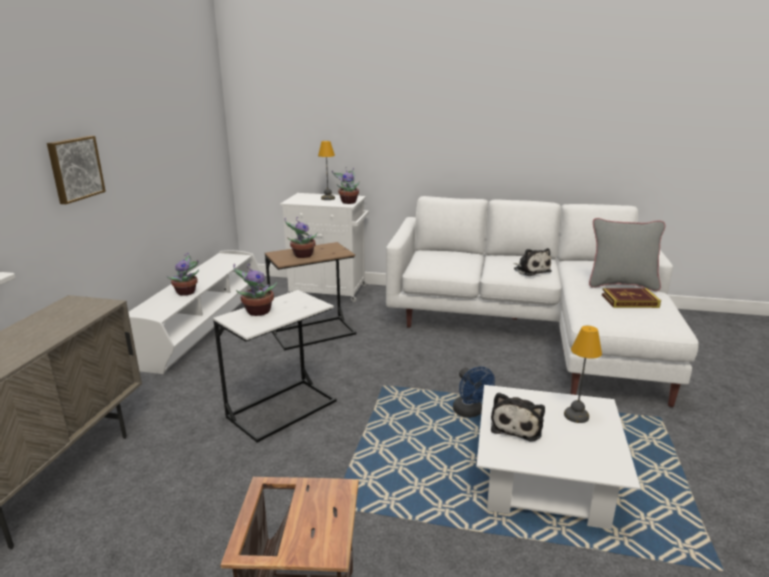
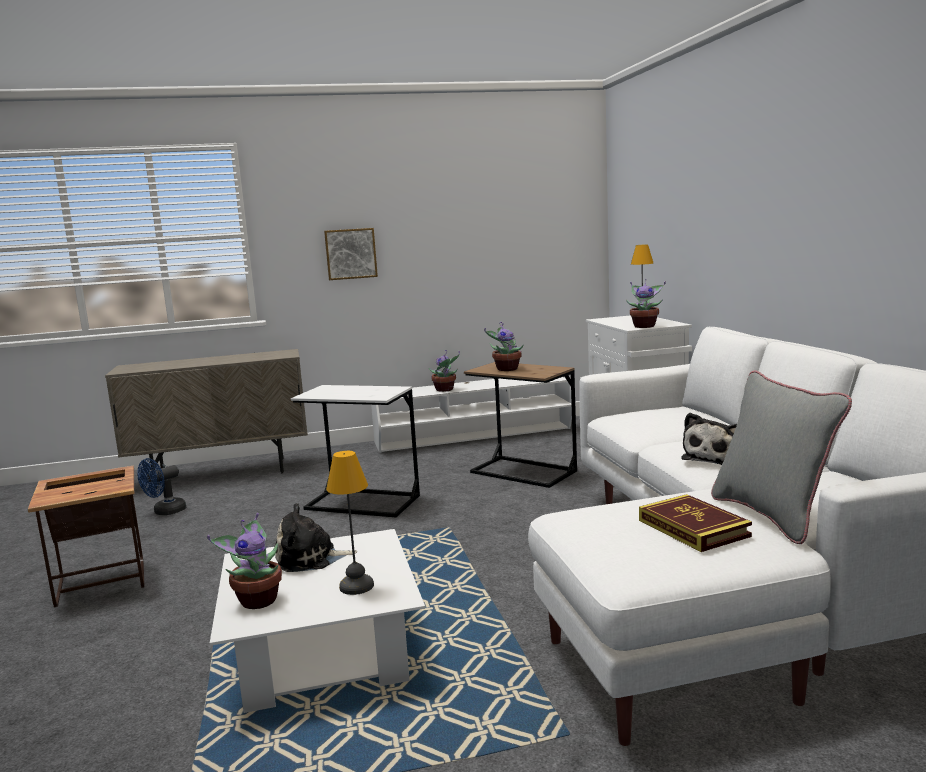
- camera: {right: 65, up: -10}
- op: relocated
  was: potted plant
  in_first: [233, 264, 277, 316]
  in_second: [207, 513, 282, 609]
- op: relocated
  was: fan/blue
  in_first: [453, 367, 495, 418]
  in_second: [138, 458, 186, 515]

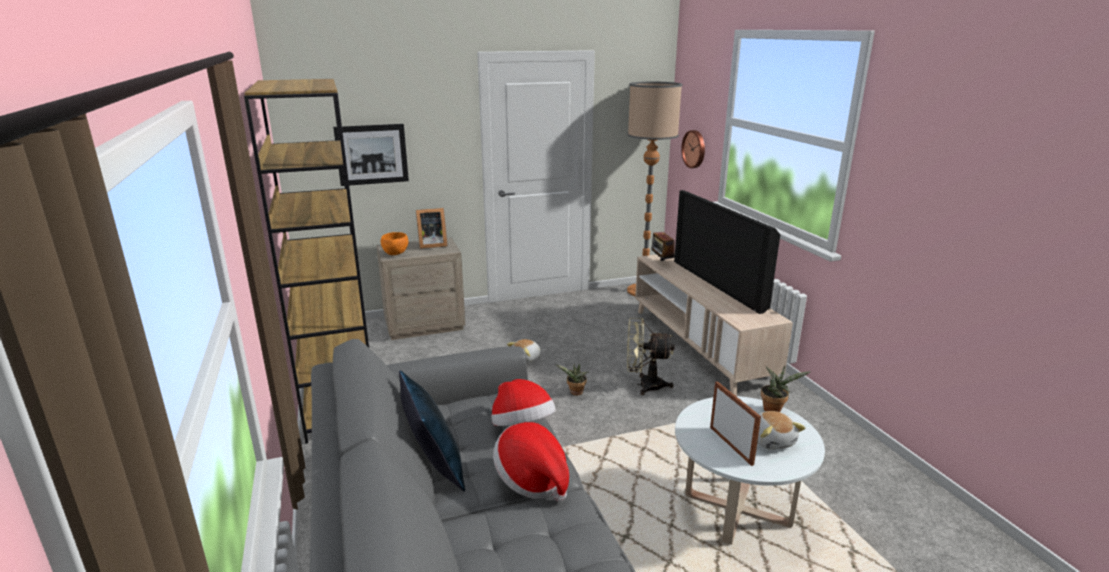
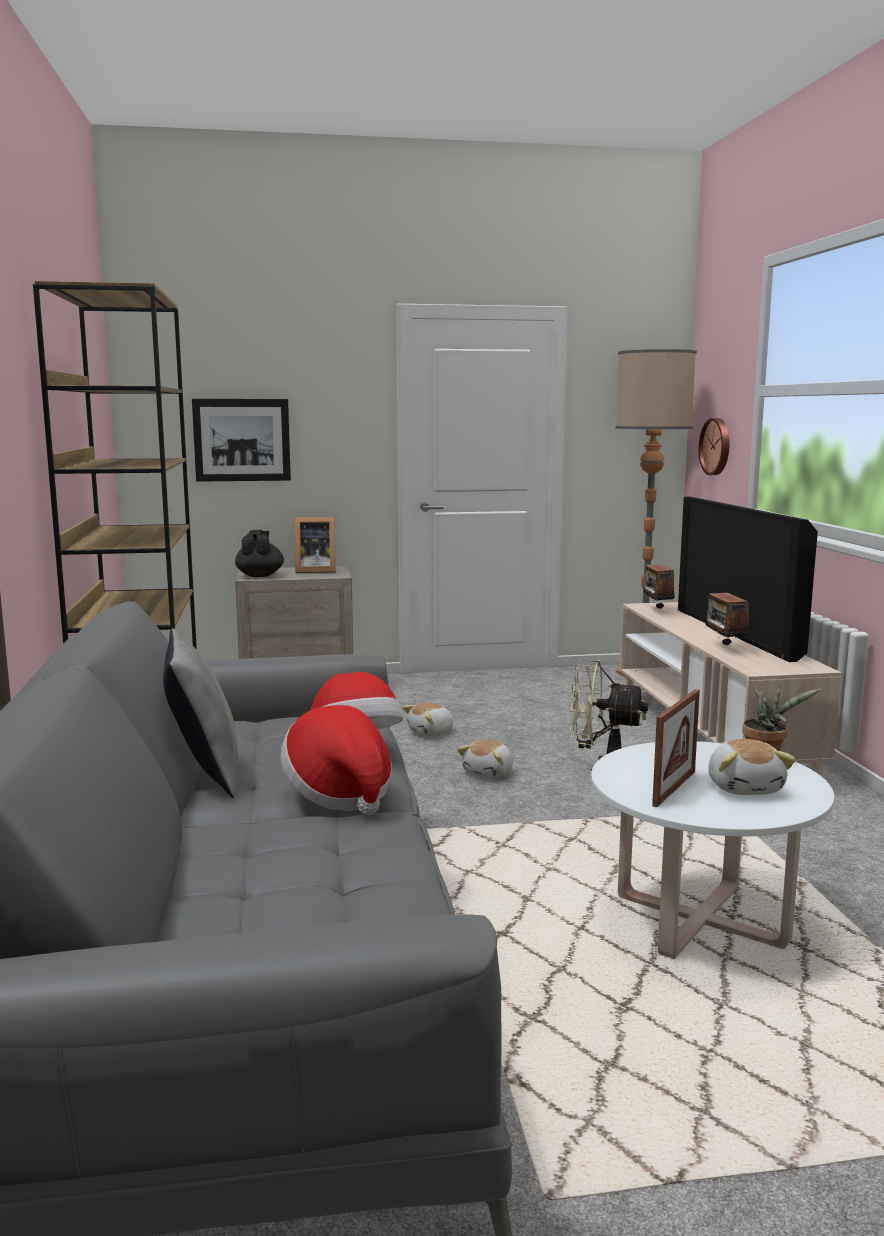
- camera: {right: 10, up: -10}
- op: exchanged
  was: bowl/orange
  now: teapot/black
  in_first: [381, 232, 408, 255]
  in_second: [235, 530, 284, 577]
- op: colour
  was: pillow/blue
  now: pillow/grey
  in_first: [399, 371, 465, 492]
  in_second: [163, 628, 238, 798]
- op: exchanged
  was: potted plant
  now: plush toy
  in_first: [555, 364, 588, 396]
  in_second: [457, 740, 513, 778]
- op: spun
  was: picture frame
  in_first: [710, 381, 761, 466]
  in_second: [652, 689, 700, 807]
  clockwise: 45
- op: appeared
  now: radio
  in_second: [706, 579, 749, 645]

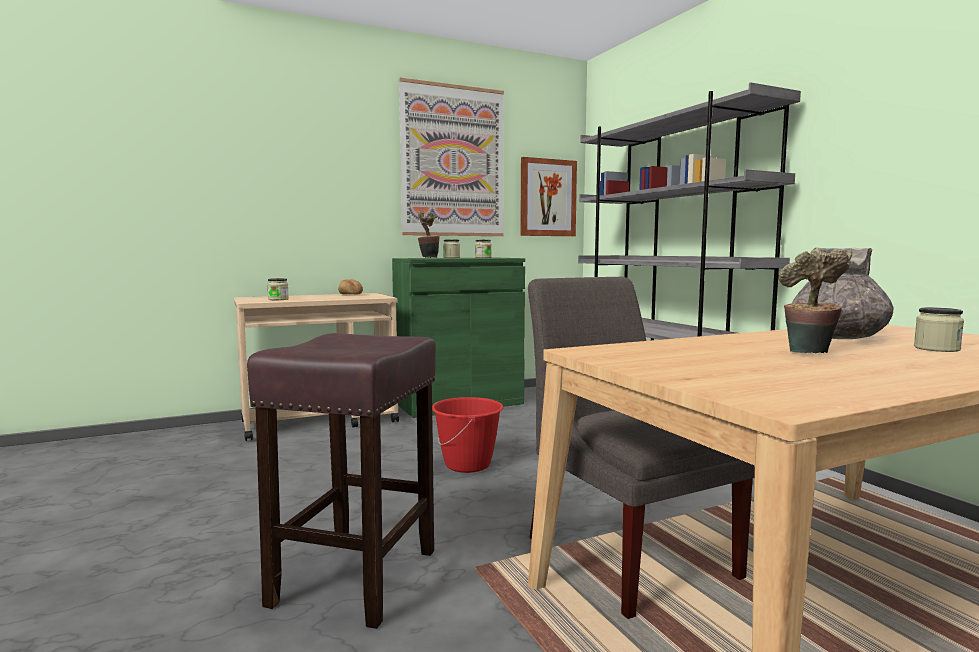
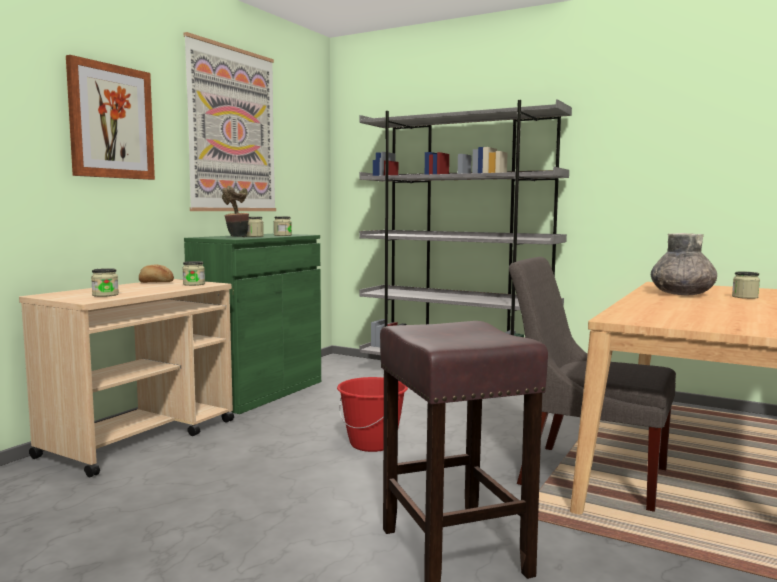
- camera: {right: -35, up: 0}
- op: relocated
  was: picture
  in_first: [520, 157, 577, 236]
  in_second: [66, 55, 155, 180]
- op: missing
  was: potted plant
  in_first: [778, 247, 852, 353]
- op: appeared
  now: jar
  in_second: [182, 261, 205, 286]

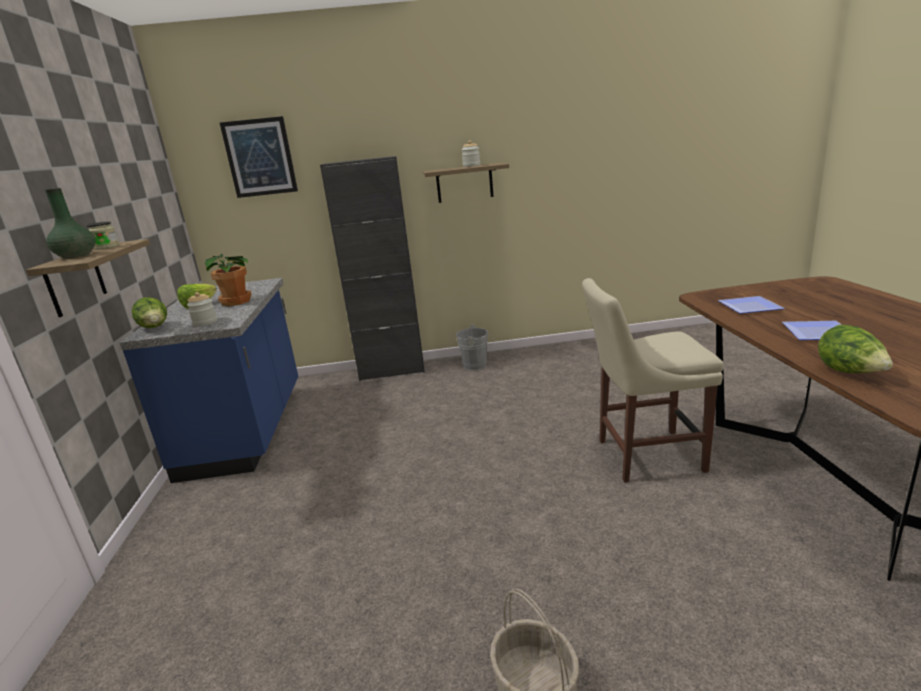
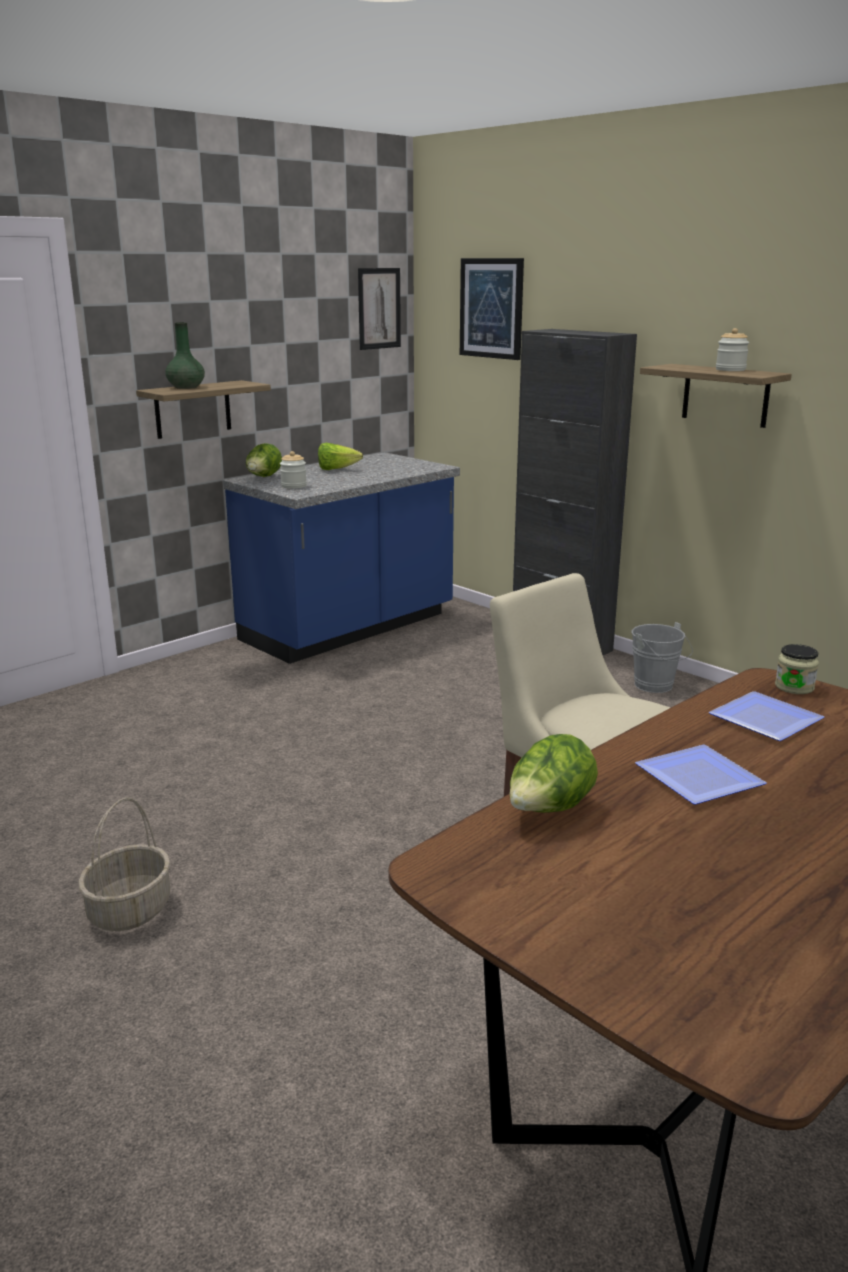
- camera: {right: 50, up: 0}
- op: relocated
  was: jar
  in_first: [86, 221, 119, 250]
  in_second: [775, 644, 819, 694]
- op: missing
  was: potted plant
  in_first: [205, 254, 252, 306]
- op: appeared
  now: picture
  in_second: [358, 268, 401, 350]

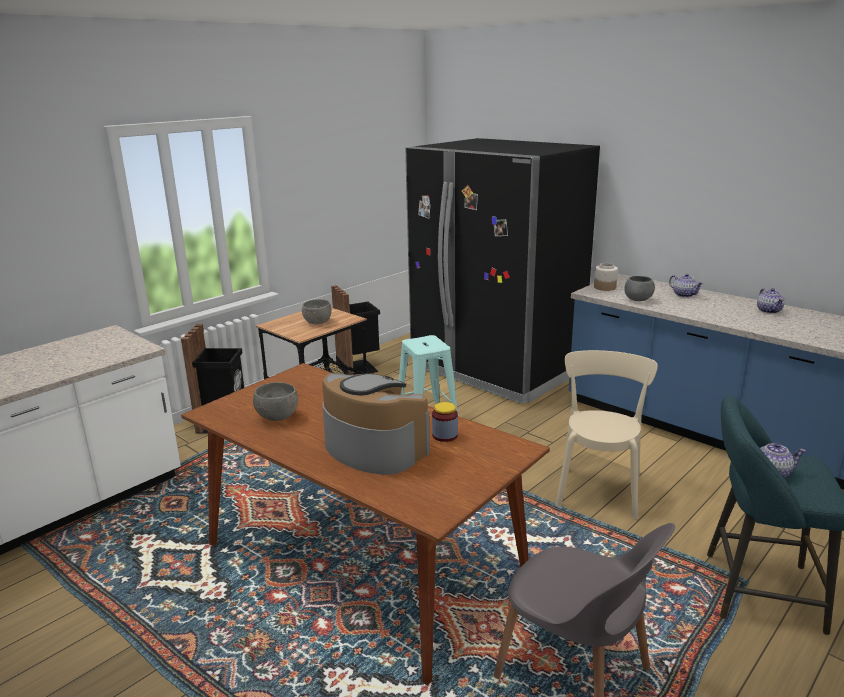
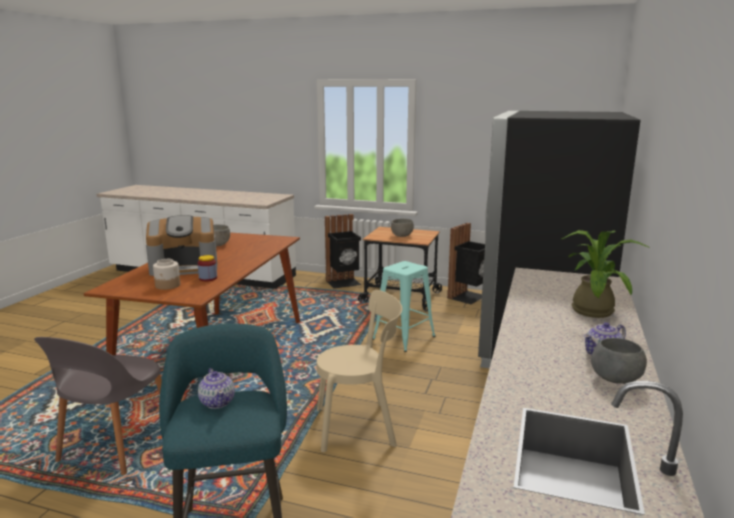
- camera: {right: 65, up: -5}
- op: spun
  was: coffee machine
  in_first: [322, 373, 430, 475]
  in_second: [146, 215, 217, 276]
  clockwise: 60
- op: relocated
  was: jar
  in_first: [594, 263, 618, 291]
  in_second: [153, 259, 180, 290]
- op: relocated
  was: bowl/grey
  in_first: [624, 276, 655, 301]
  in_second: [591, 338, 647, 384]
- op: exchanged
  was: teapot
  now: potted plant
  in_first: [669, 274, 703, 298]
  in_second: [562, 230, 650, 318]

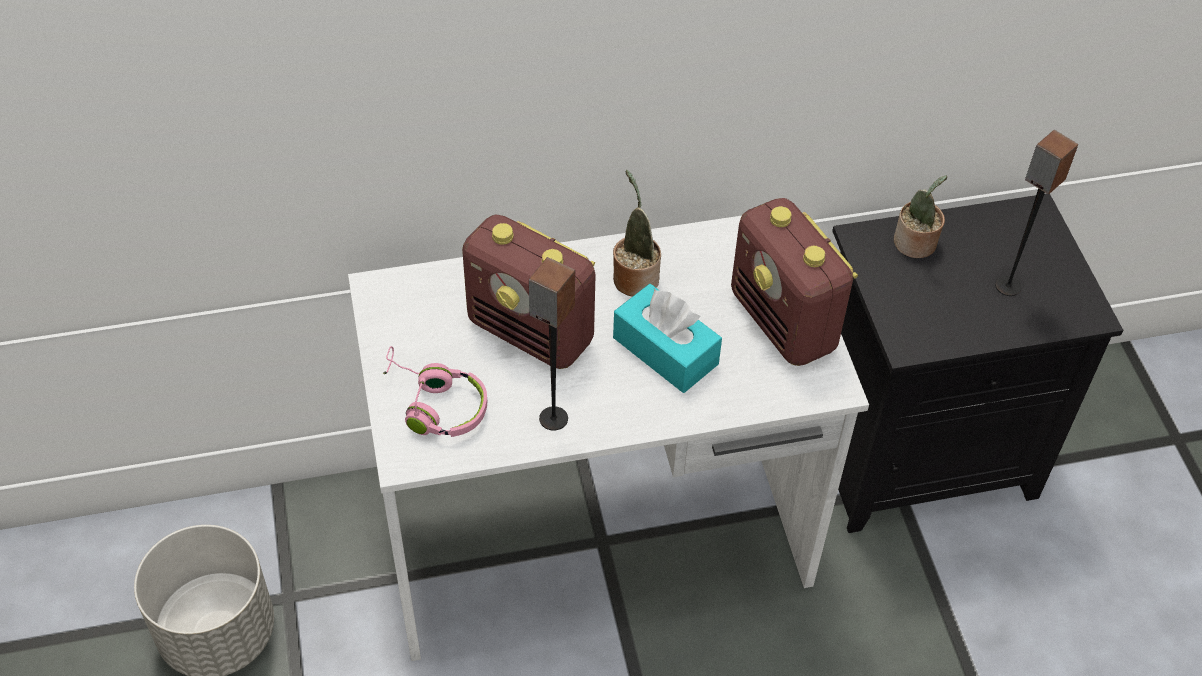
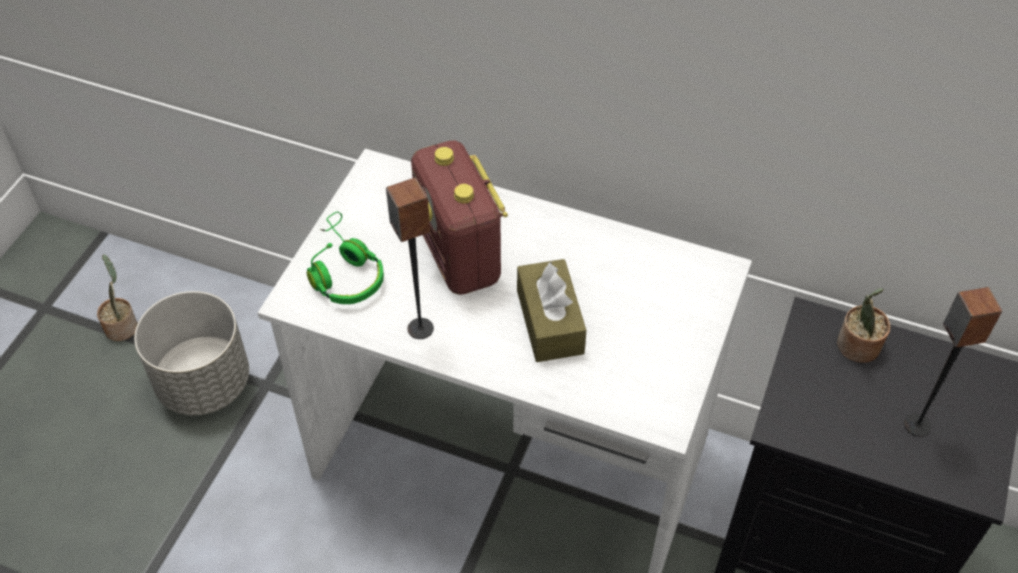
- camera: {right: 35, up: 0}
- op: colour
  was: headphones/pink
  now: headphones/green
  in_first: [383, 346, 487, 437]
  in_second: [307, 211, 384, 304]
- op: relocated
  was: potted plant
  in_first: [613, 170, 661, 297]
  in_second: [97, 254, 138, 341]
- op: colour
  was: tissue box/turquoise
  now: tissue box/brown
  in_first: [613, 284, 722, 393]
  in_second: [517, 259, 586, 362]
- op: missing
  was: radio
  in_first: [731, 198, 858, 366]

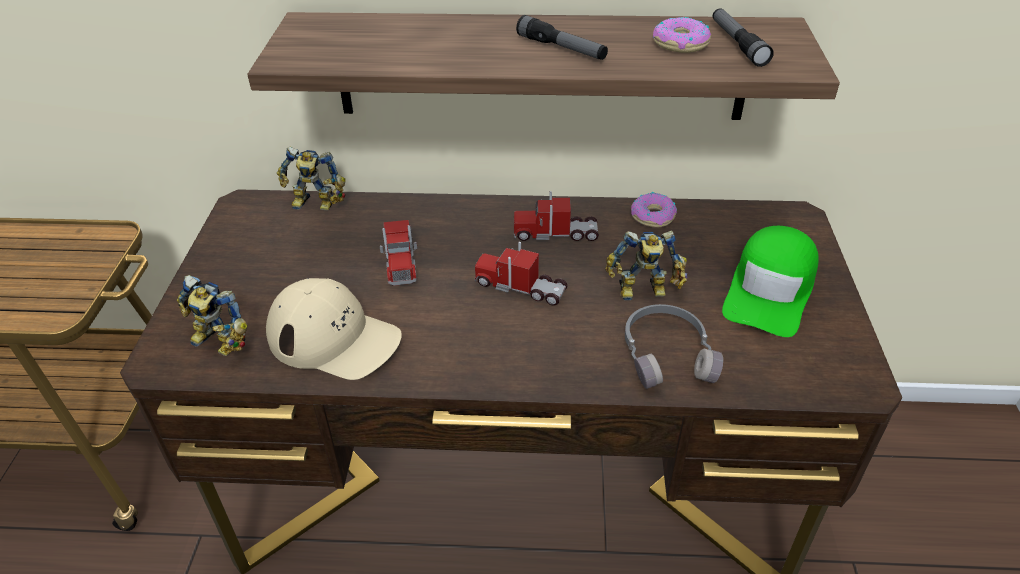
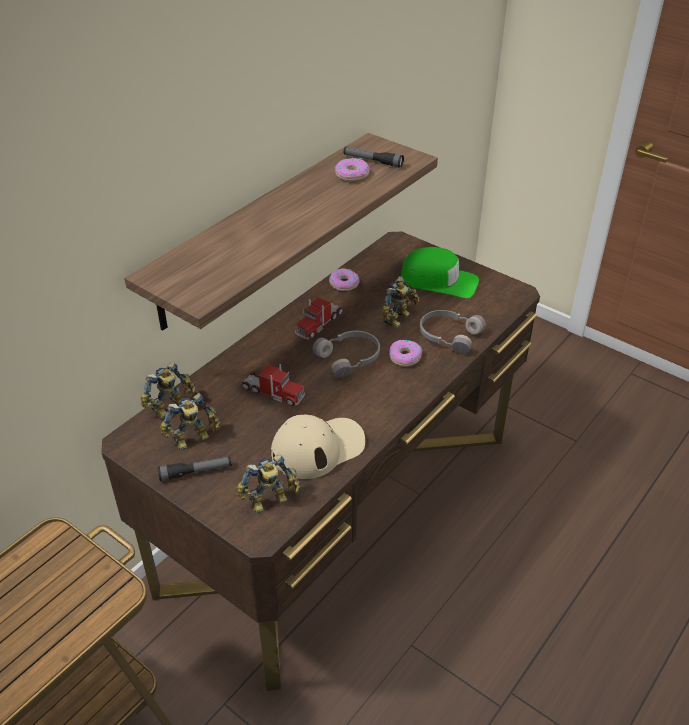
- camera: {right: -55, up: 0}
- op: exchanged
  was: toy truck
  now: headphones/grey
  in_first: [475, 242, 568, 306]
  in_second: [313, 331, 380, 378]
- op: relocated
  was: flashlight
  in_first: [516, 15, 608, 60]
  in_second: [158, 457, 232, 481]
- op: spun
  was: cap/green
  in_first: [722, 226, 819, 337]
  in_second: [400, 247, 479, 298]
  clockwise: -45
- op: appeared
  now: toy robot
  in_second: [160, 393, 220, 451]
- op: appeared
  now: donut
  in_second: [389, 340, 422, 366]

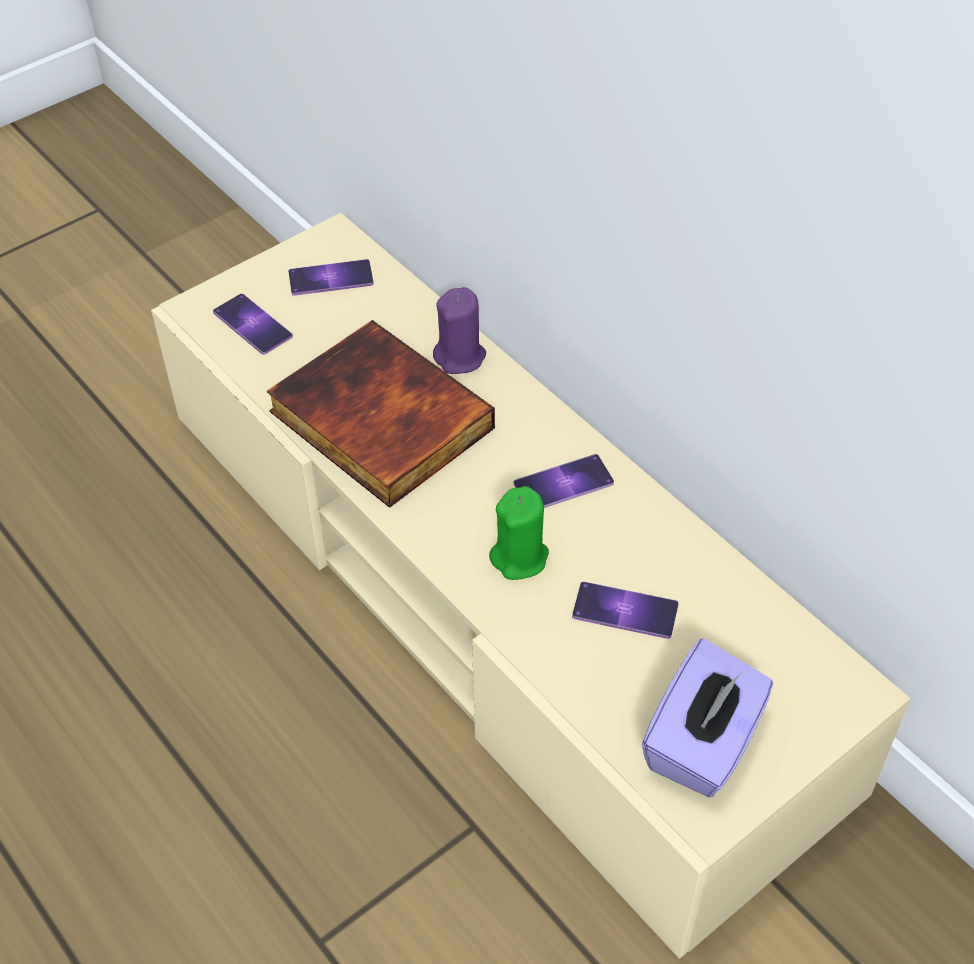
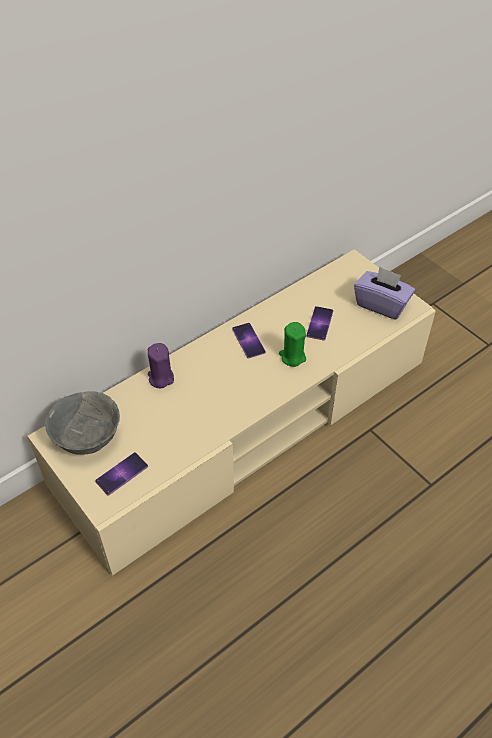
- camera: {right: -90, up: 0}
- op: missing
  was: book
  in_first: [267, 320, 495, 508]
- op: exchanged
  was: phone
  now: bowl/grey
  in_first: [288, 259, 374, 296]
  in_second: [45, 391, 120, 455]

